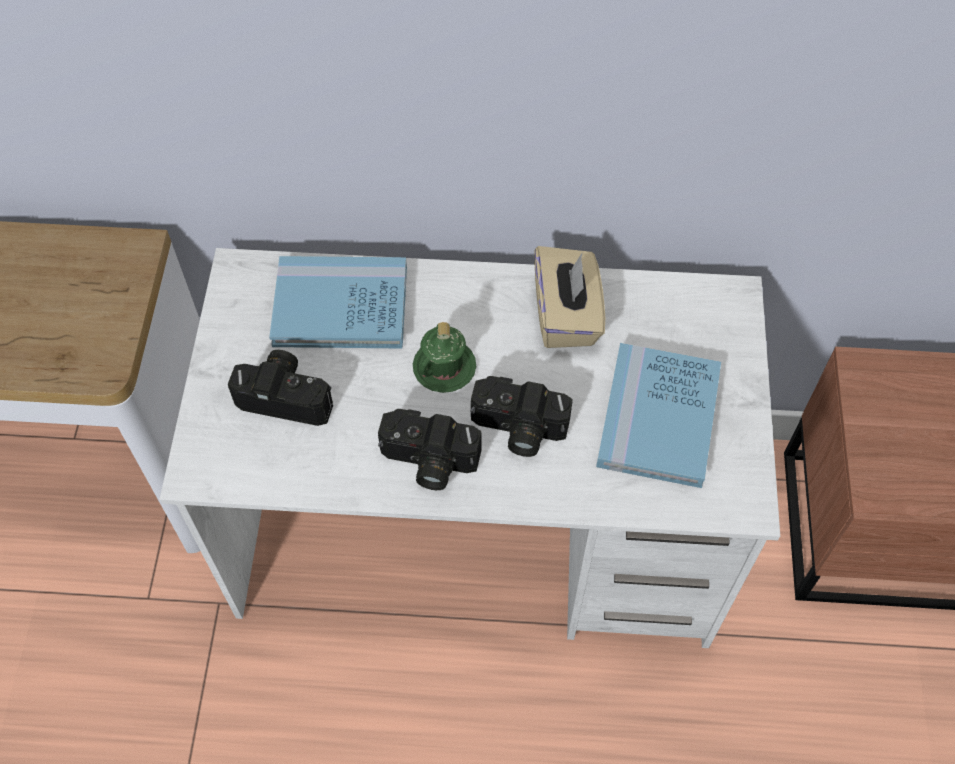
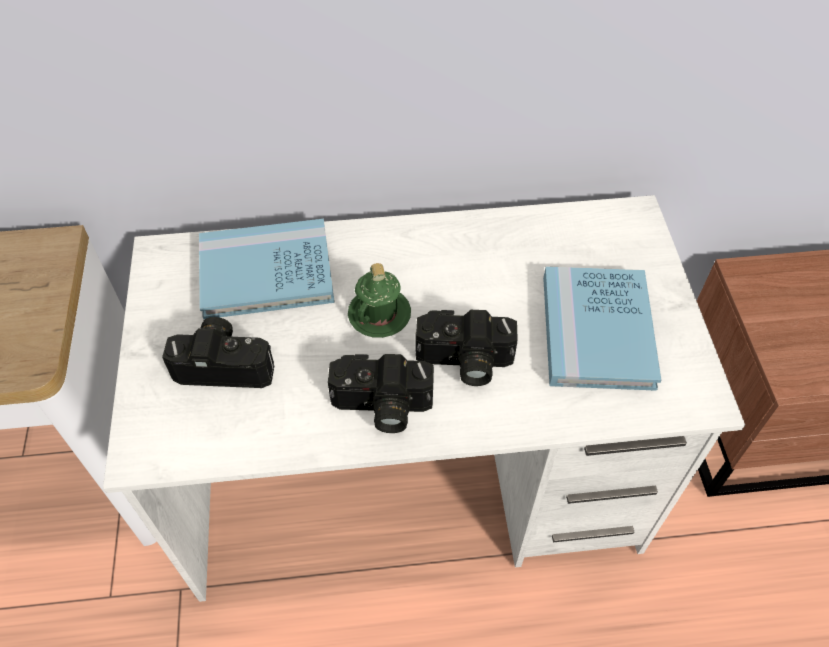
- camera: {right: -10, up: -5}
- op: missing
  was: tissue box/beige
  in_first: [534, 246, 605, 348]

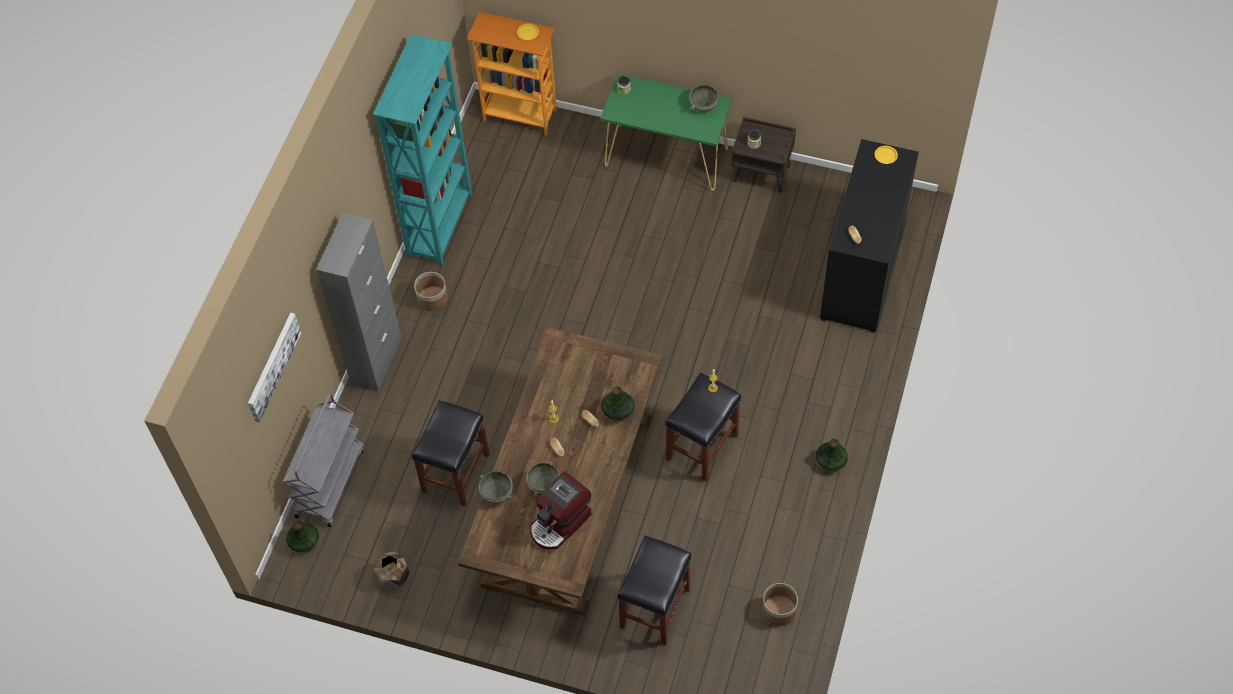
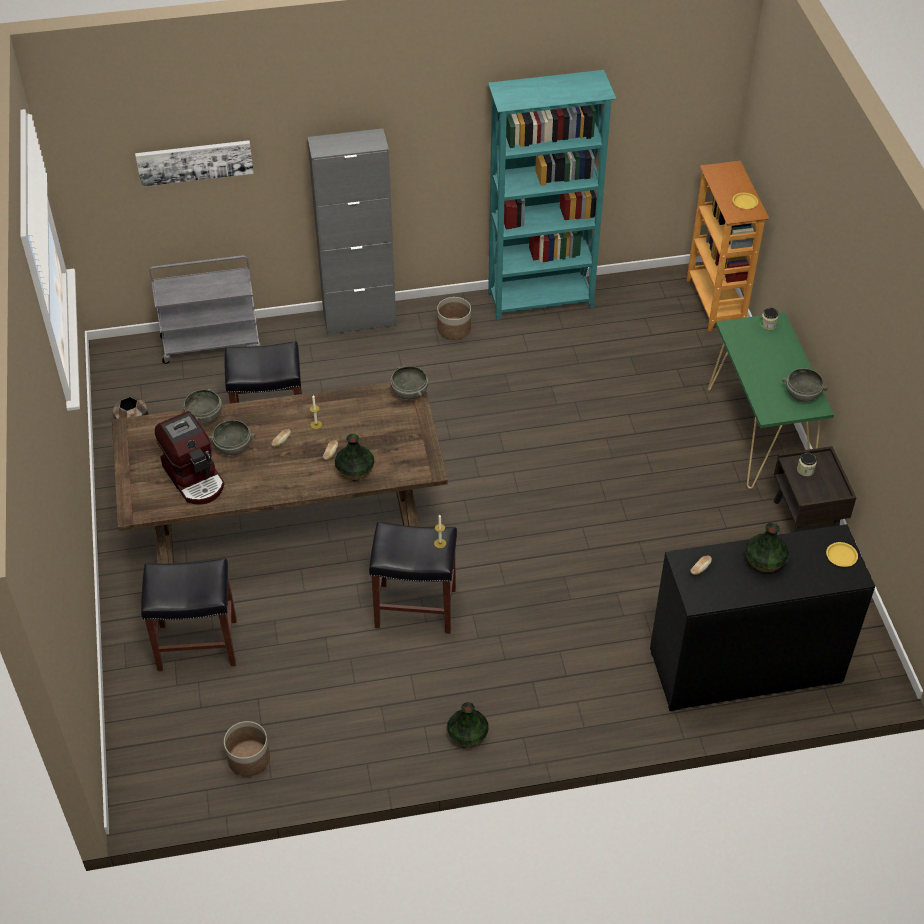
- camera: {right: 60, up: -10}
- op: relocated
  was: vase
  in_first: [286, 520, 319, 553]
  in_second: [745, 523, 789, 572]
- op: spun
  was: coffee machine
  in_first: [530, 471, 592, 550]
  in_second: [155, 411, 224, 505]
  clockwise: -135
- op: appeared
  now: bowl/grey
  in_second: [390, 366, 428, 400]

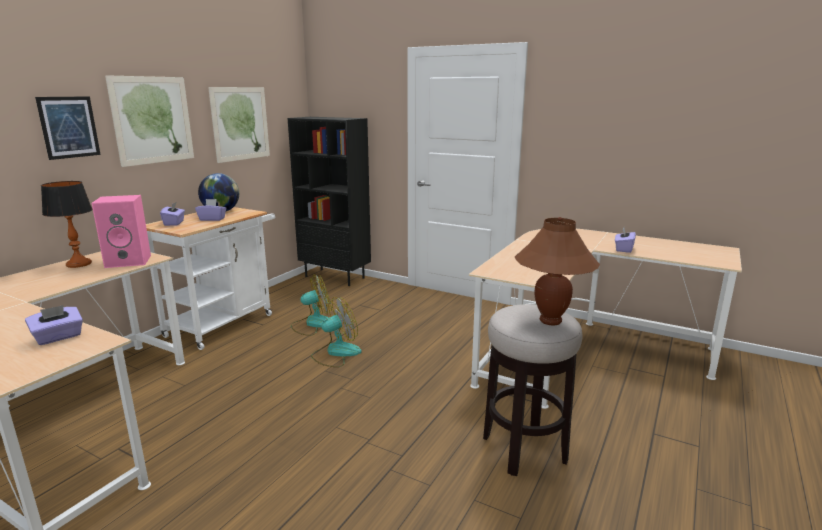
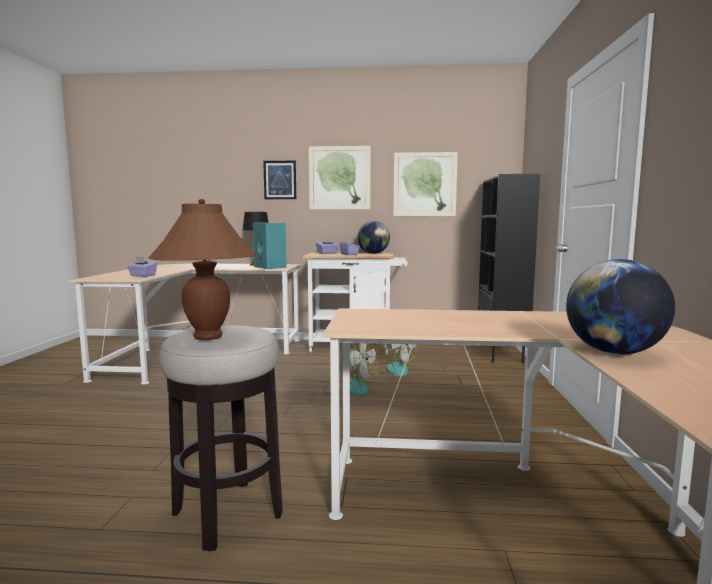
- camera: {right: 65, up: -10}
- op: colour
  was: speaker/pink
  now: speaker/turquoise
  in_first: [92, 195, 151, 268]
  in_second: [253, 223, 287, 269]
- op: exchanged
  was: tissue box/purple
  now: globe
  in_first: [615, 228, 636, 253]
  in_second: [566, 259, 675, 355]

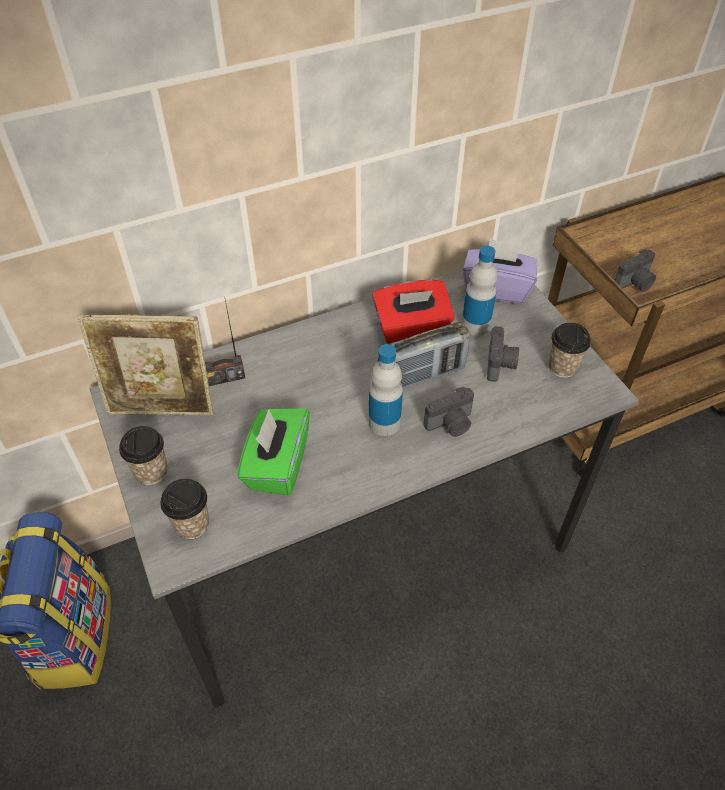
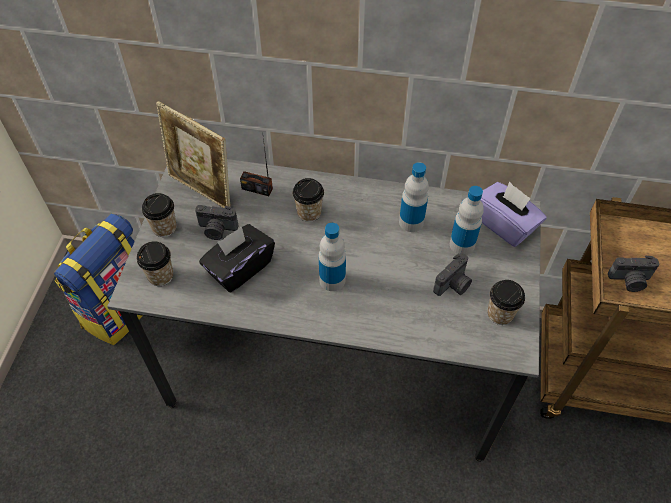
- camera: {right: 35, up: 5}
- op: colour
  was: tissue box/green
  now: tissue box/black
  in_first: [238, 408, 310, 495]
  in_second: [199, 224, 275, 292]
- op: exchanged
  was: tissue box/red
  now: bottle
  in_first: [372, 280, 455, 344]
  in_second: [399, 162, 429, 232]
- op: missing
  was: radio
  in_first: [378, 322, 470, 389]
- op: relocated
  was: photo camera
  in_first: [424, 387, 474, 437]
  in_second: [195, 205, 238, 240]
- op: appeared
  now: cup
  in_second: [292, 178, 324, 222]

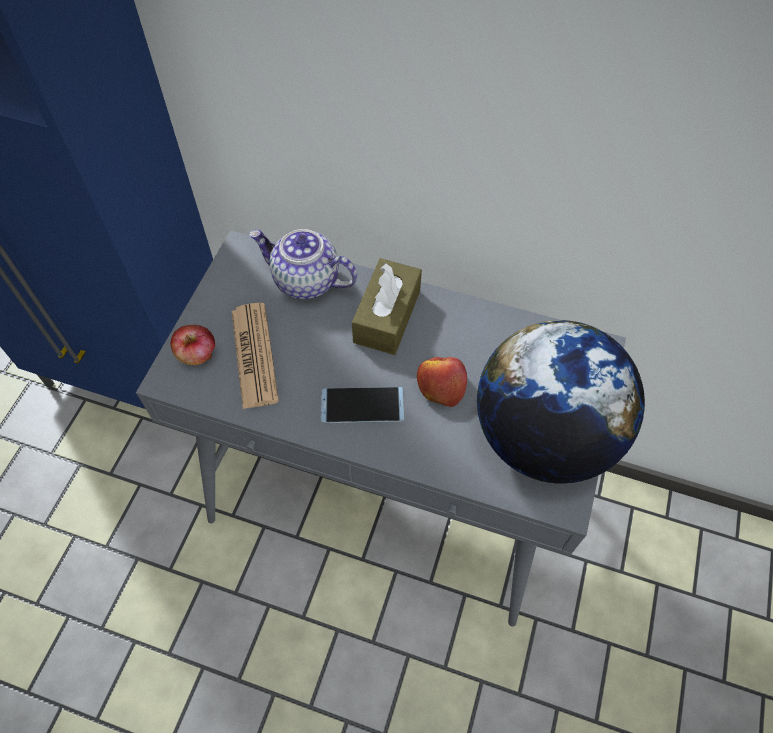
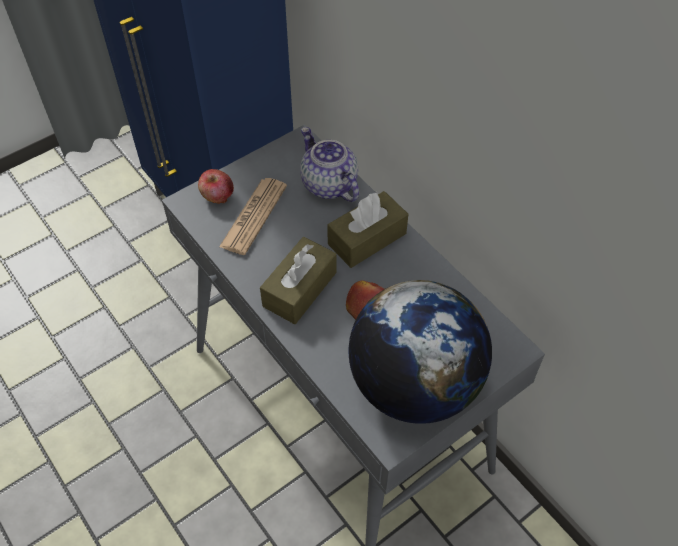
- camera: {right: 35, up: -5}
- op: exchanged
  was: phone
  now: tissue box/brown
  in_first: [321, 387, 404, 423]
  in_second: [260, 237, 336, 324]

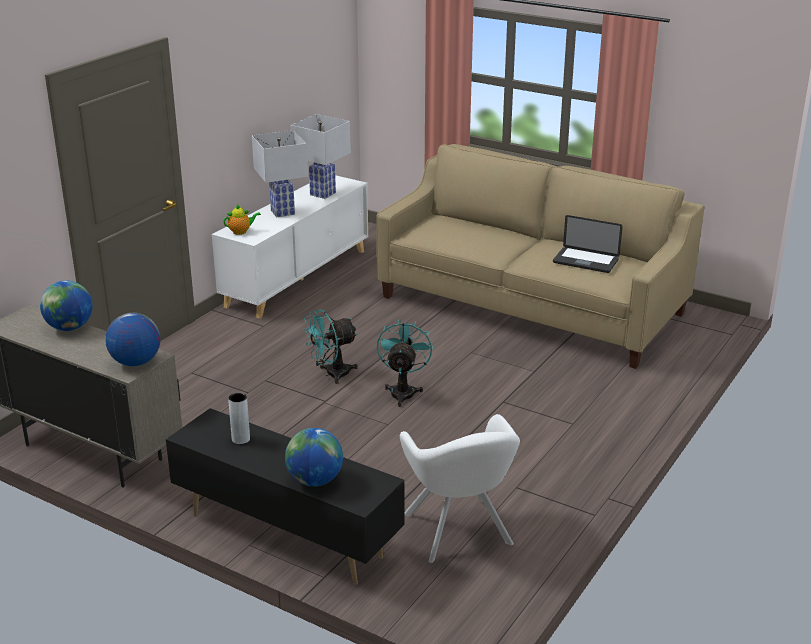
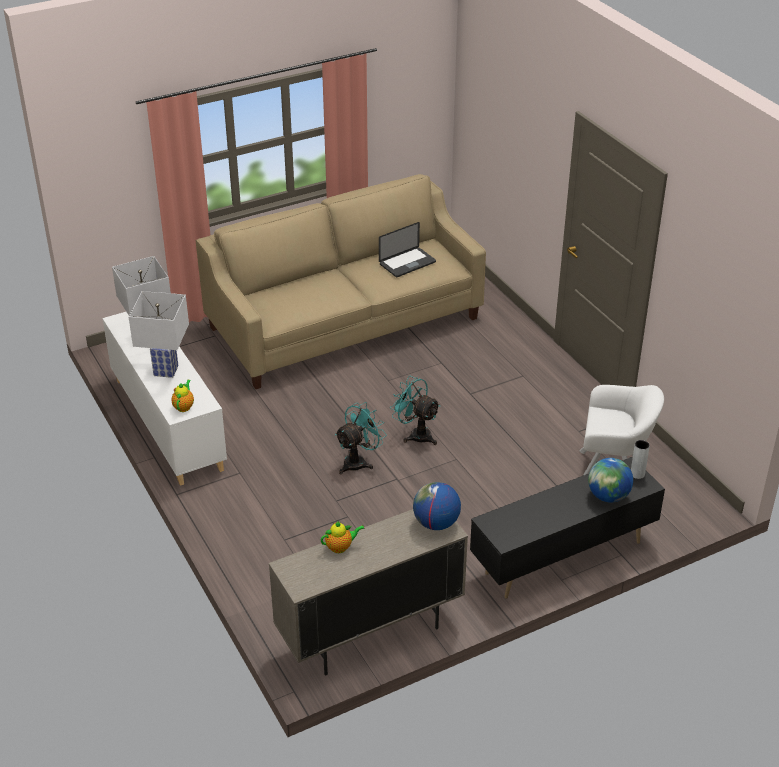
- camera: {right: -60, up: 10}
- op: exchanged
  was: globe
  now: teapot
  in_first: [40, 280, 93, 331]
  in_second: [321, 521, 365, 553]
- op: relocated
  was: vase/grey
  in_first: [228, 393, 250, 444]
  in_second: [631, 440, 650, 479]
- op: spun
  was: fan/turquoise
  in_first: [303, 310, 358, 384]
  in_second: [335, 402, 387, 474]
  clockwise: -135

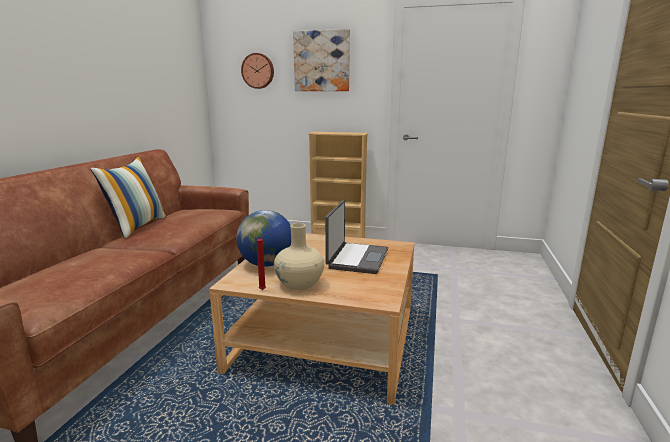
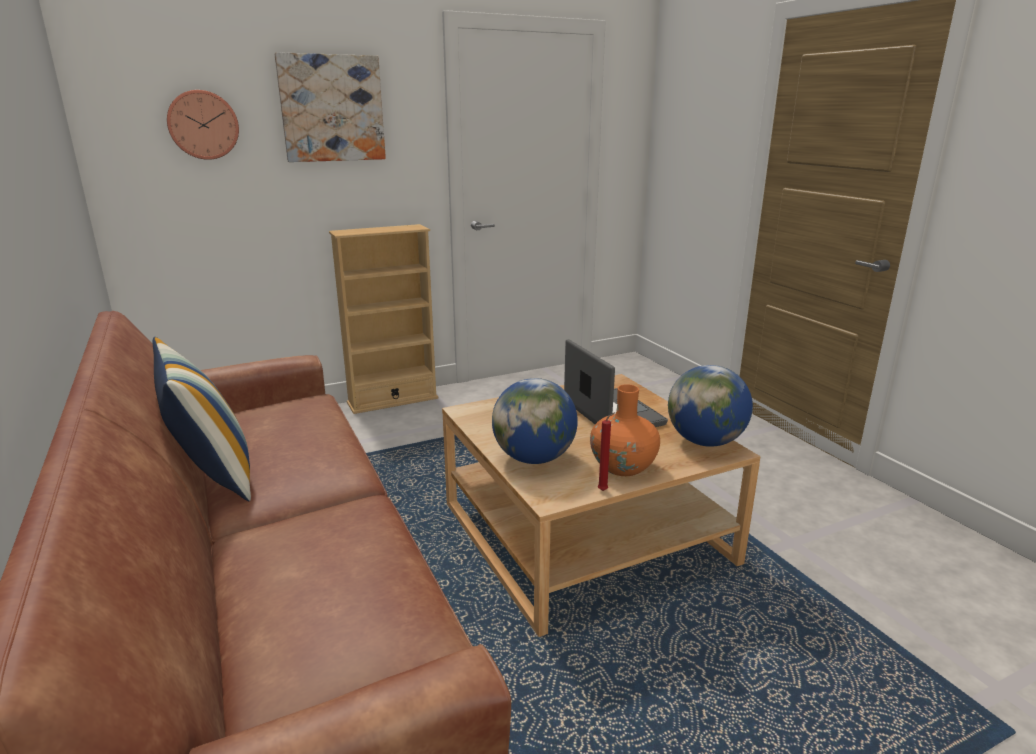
- camera: {right: -40, up: 5}
- op: colour
  was: vase/beige
  now: vase/orange
  in_first: [274, 223, 324, 290]
  in_second: [590, 384, 660, 476]
- op: appeared
  now: globe
  in_second: [668, 365, 753, 447]

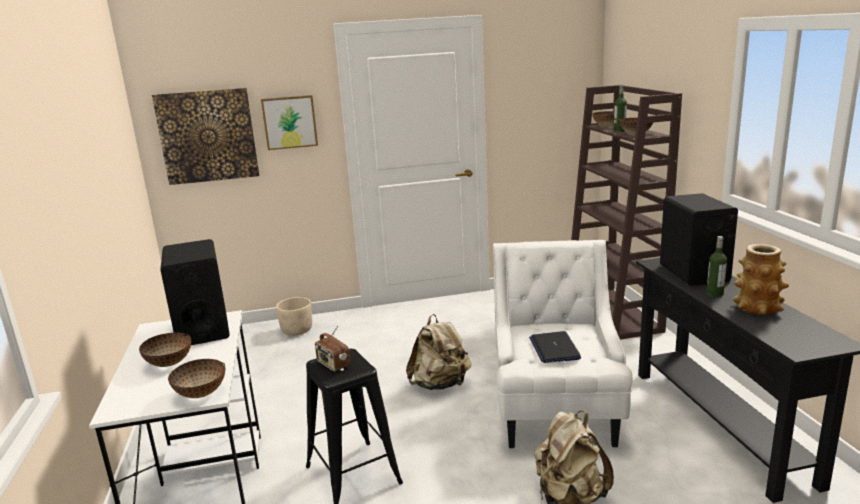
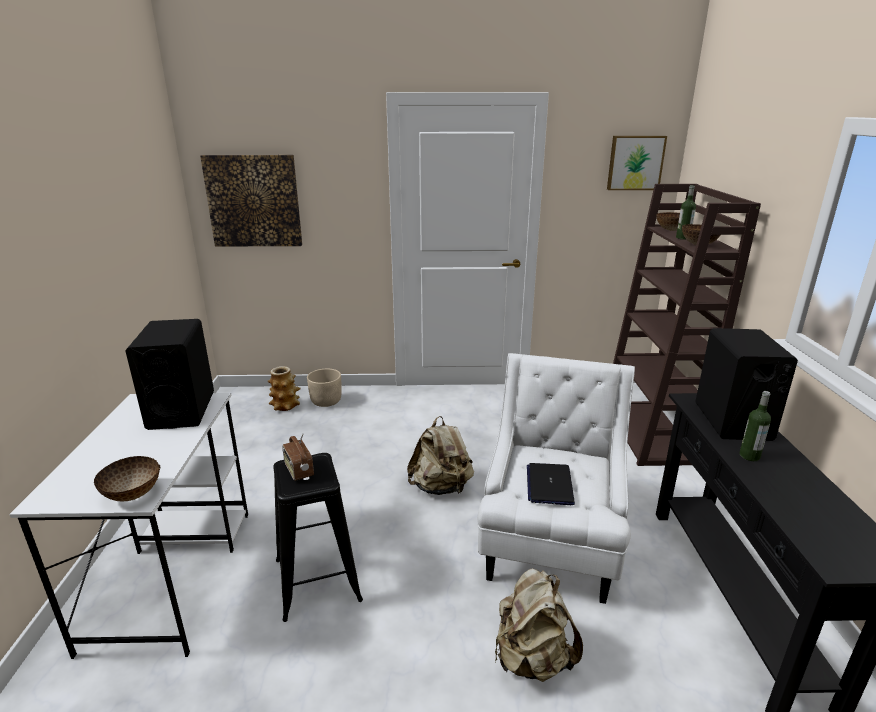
- camera: {right: 10, up: 5}
- op: missing
  was: bowl
  in_first: [139, 333, 191, 367]
- op: relocated
  was: picture
  in_first: [261, 95, 318, 150]
  in_second: [607, 136, 667, 190]
- op: relocated
  was: vase
  in_first: [733, 244, 789, 315]
  in_second: [268, 366, 301, 411]

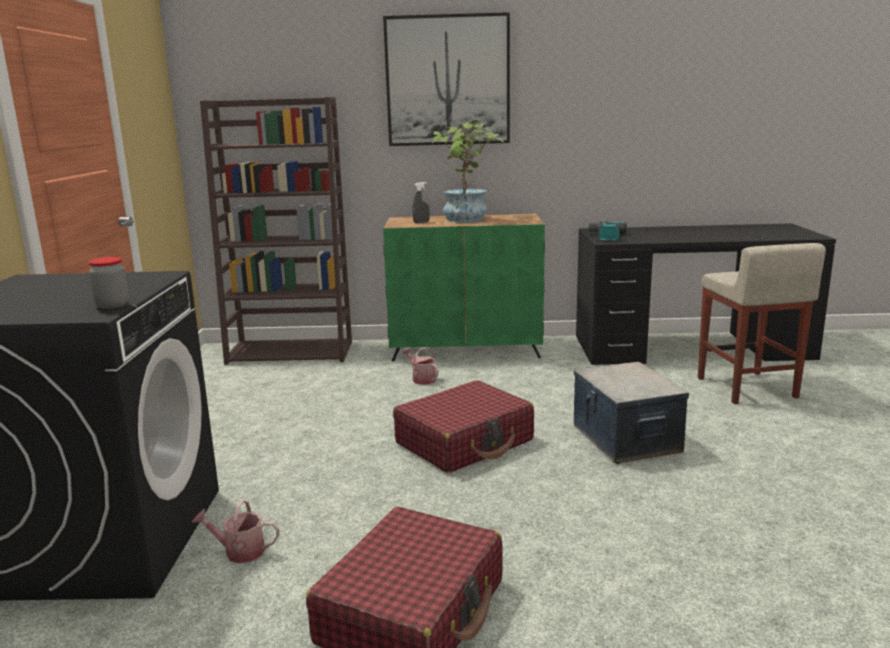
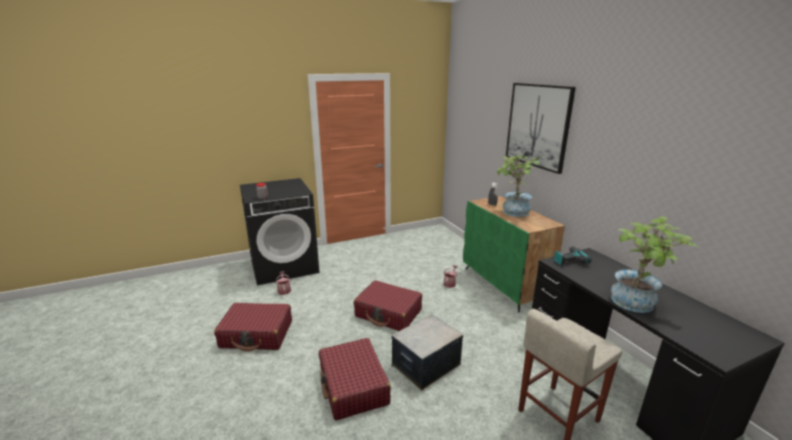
- camera: {right: 65, up: 5}
- op: missing
  was: bookcase/brown
  in_first: [200, 97, 352, 365]
- op: appeared
  now: suitcase/red
  in_second: [319, 338, 391, 420]
- op: appeared
  now: potted plant
  in_second: [611, 216, 698, 313]

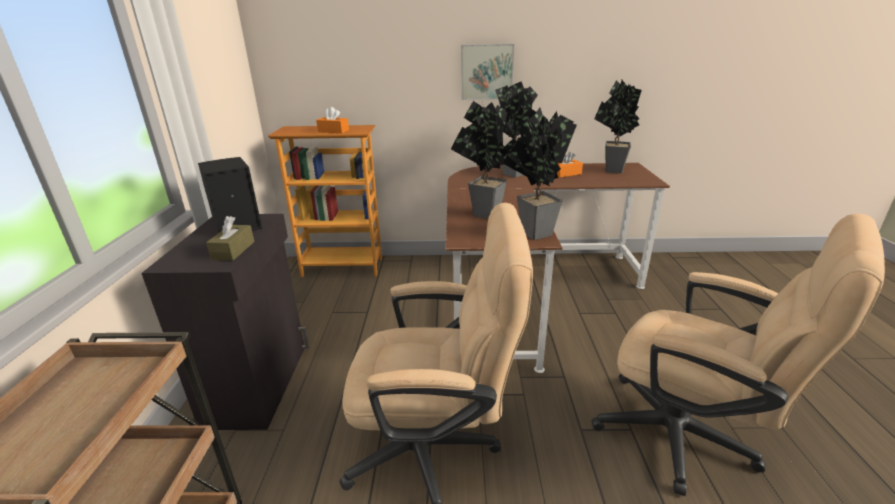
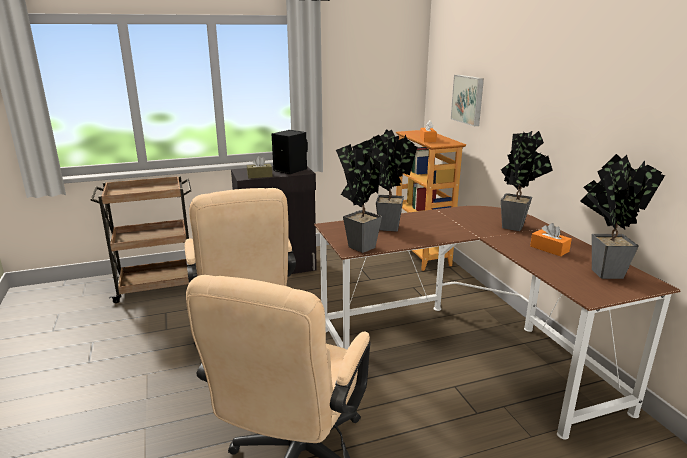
- camera: {right: 70, up: -5}
- op: relocated
  was: picture
  in_first: [461, 44, 514, 100]
  in_second: [451, 75, 484, 126]

